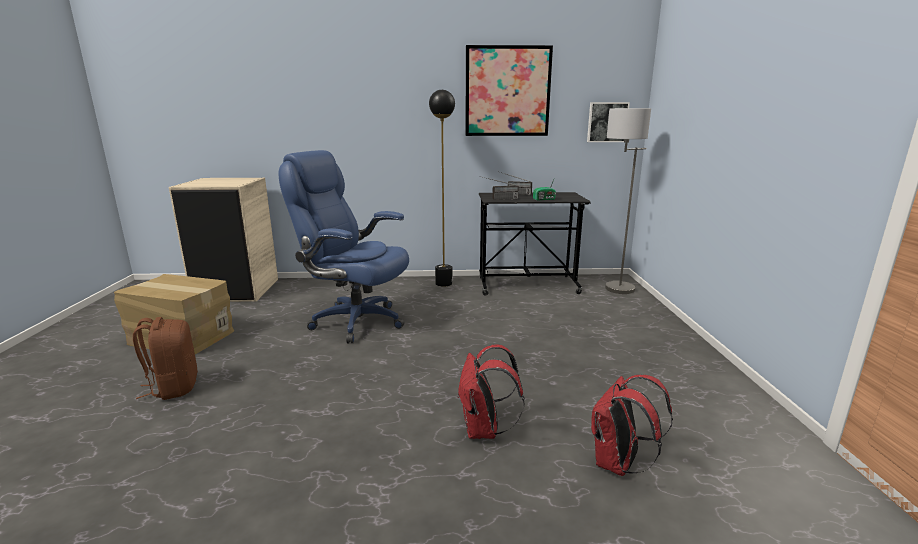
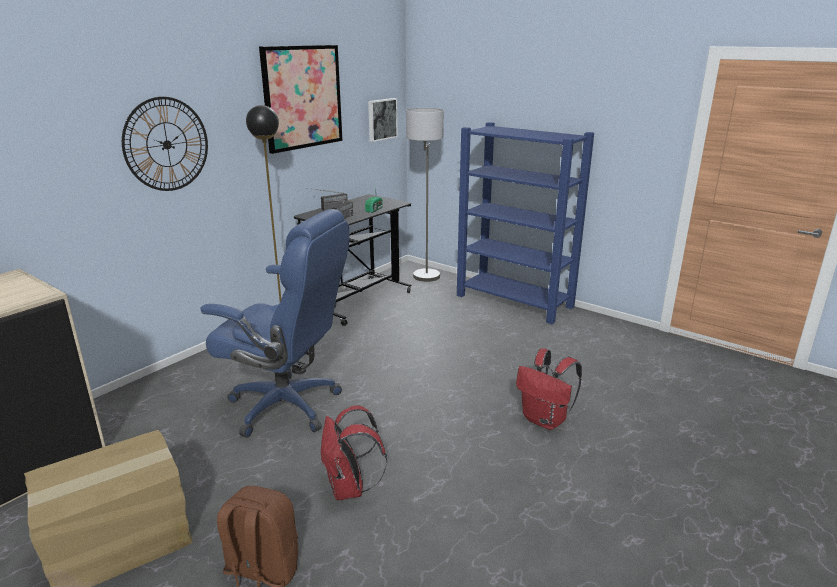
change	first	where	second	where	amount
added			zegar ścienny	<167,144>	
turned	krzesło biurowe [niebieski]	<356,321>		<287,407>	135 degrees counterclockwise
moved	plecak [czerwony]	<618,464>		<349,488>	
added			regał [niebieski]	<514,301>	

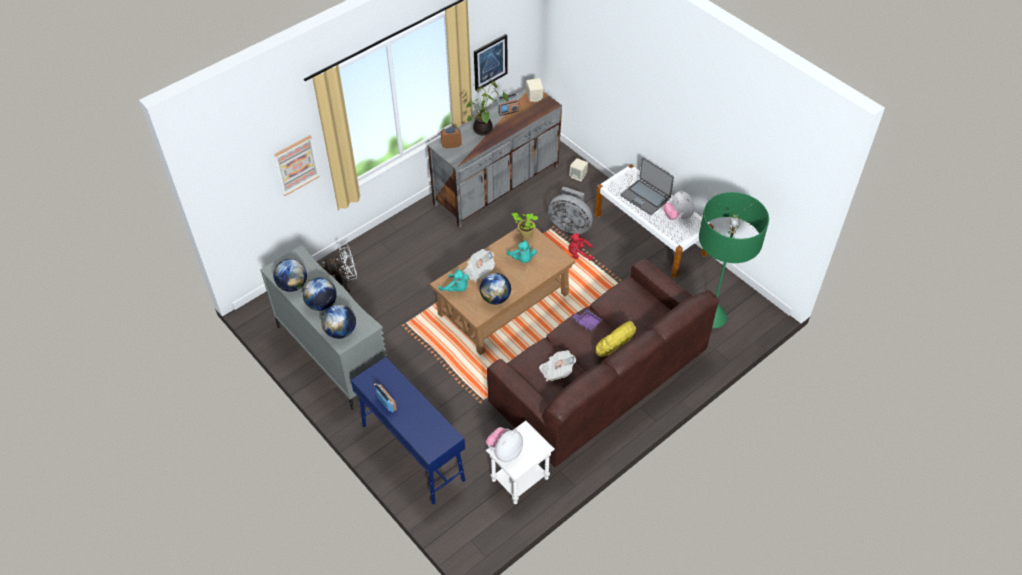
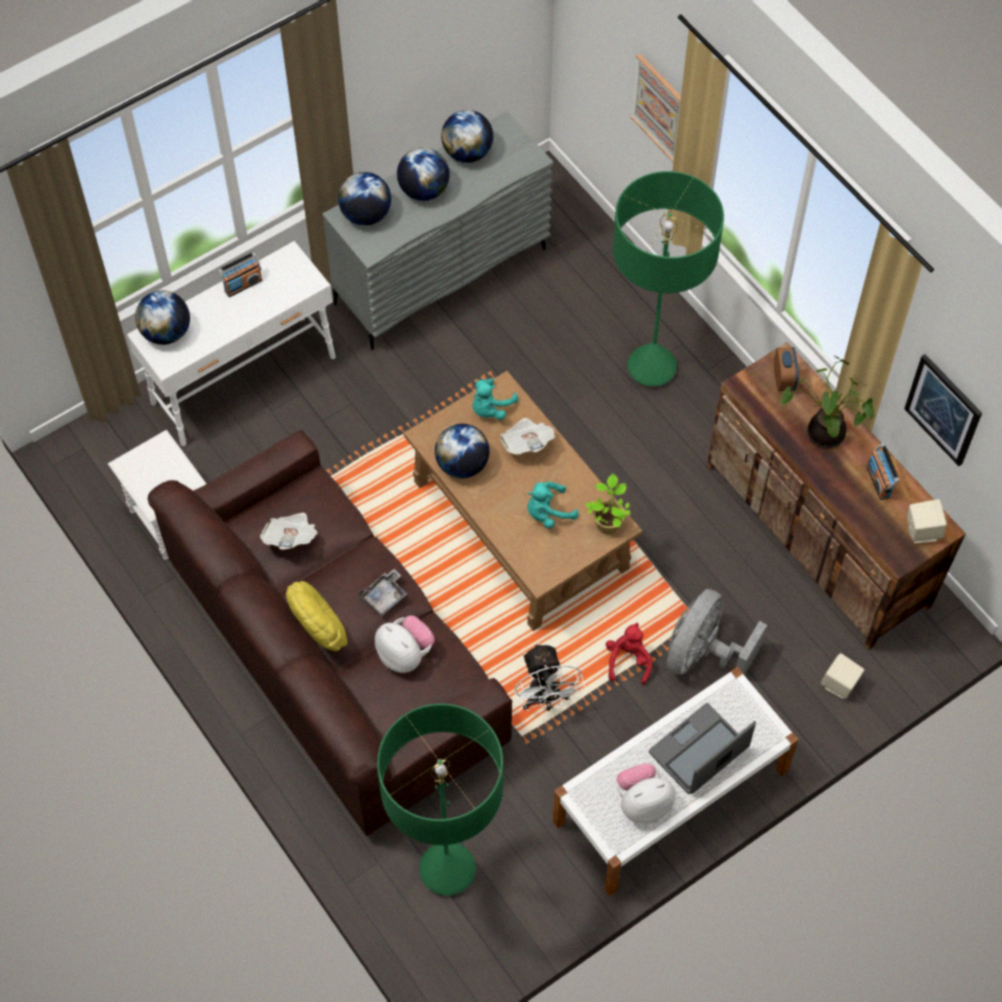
change	first	where	second	where	amount
recoloured	stolik konsolowy [niebieski]	<413,452>	stolik konsolowy [biały]	<244,381>	
added			globus	<166,332>	
recoloured	taca [fioletowy]	<587,322>	taca [szary]	<385,596>	
moved	pluszak	<505,452>		<405,654>	
moved	wentylator [biały]	<344,283>		<545,699>	
added			lampa stojąca [zielony]	<651,369>	
recoloured	szafka [szary]	<498,185>	szafka [brązowy]	<816,538>	

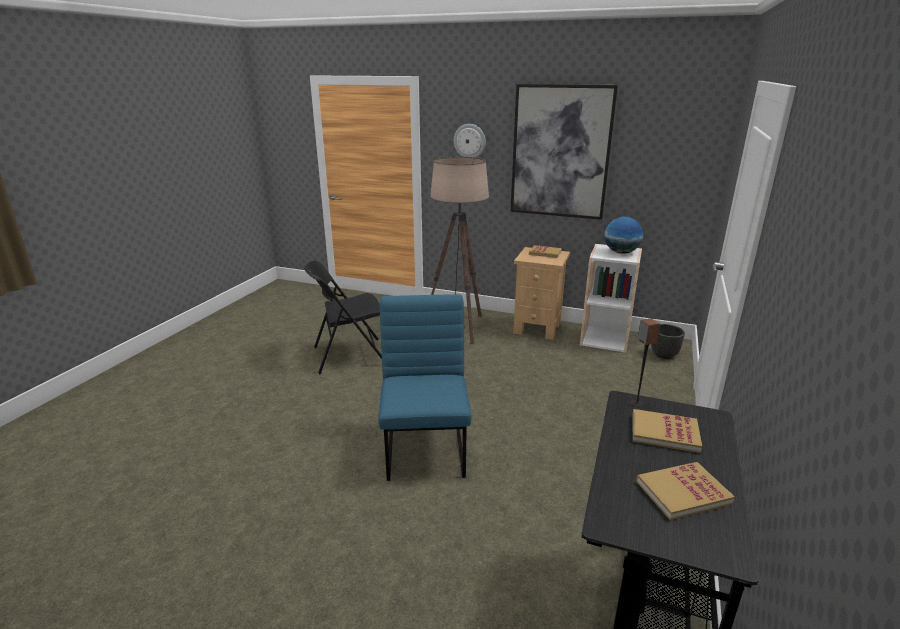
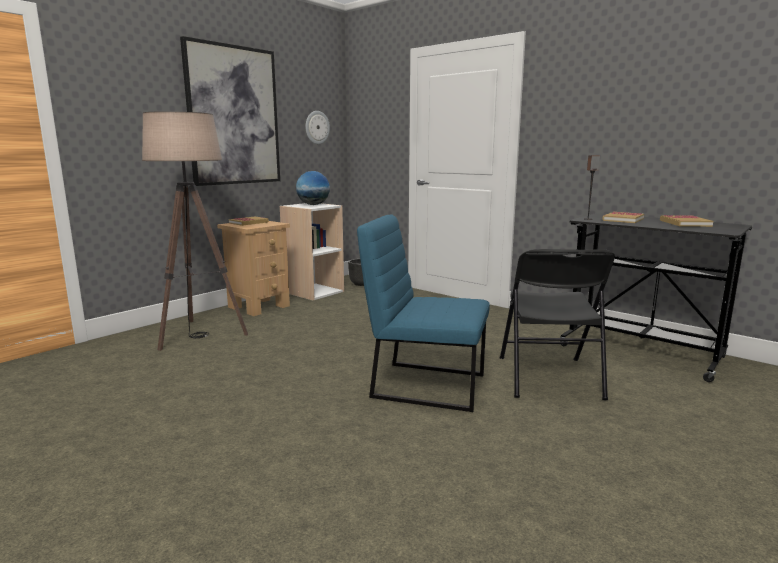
change	first	where	second	where	amount
moved	zegar ścienny	<469,141>		<317,127>	
moved	krzesło [czarny]	<350,355>		<548,377>	

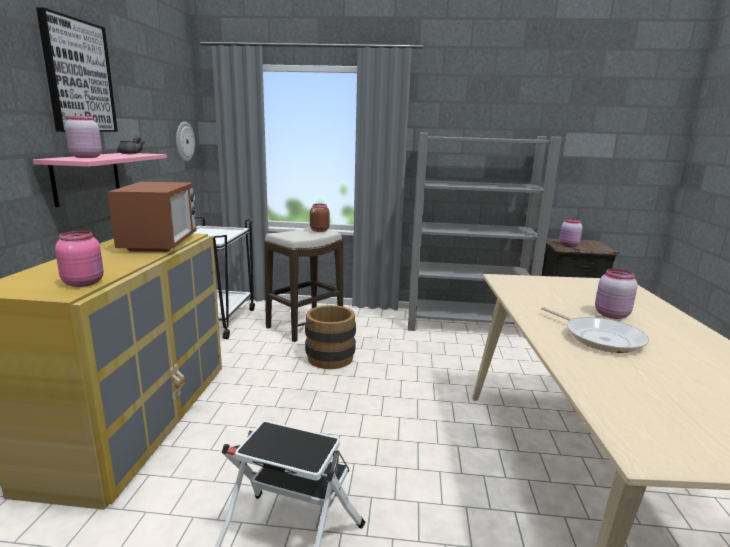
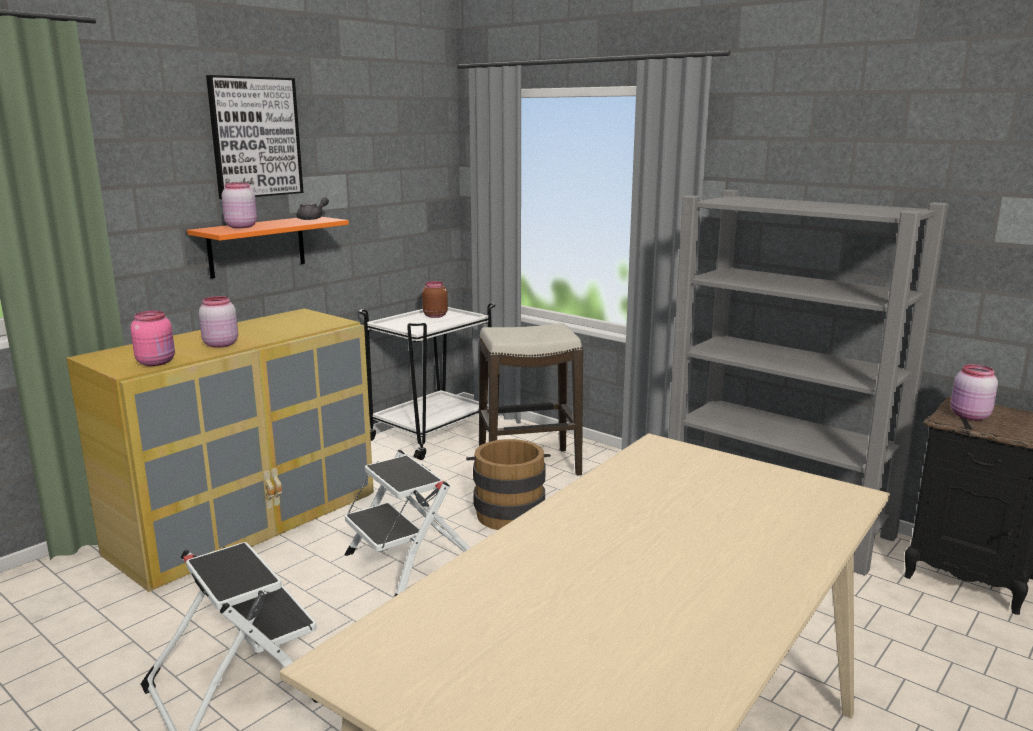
change	first	where	second	where	amount
recoloured	półka [różowy]	<87,178>	półka [pomarańczowy]	<257,246>	
moved	słoik [różowy]	<610,315>		<220,344>	
added			drabinka	<414,563>	
moved	słoik [brązowy]	<319,230>		<434,315>	
removed	mikrofalówka	<160,244>			
removed	zegar ścienny	<184,141>			
removed	patelnia	<600,338>			

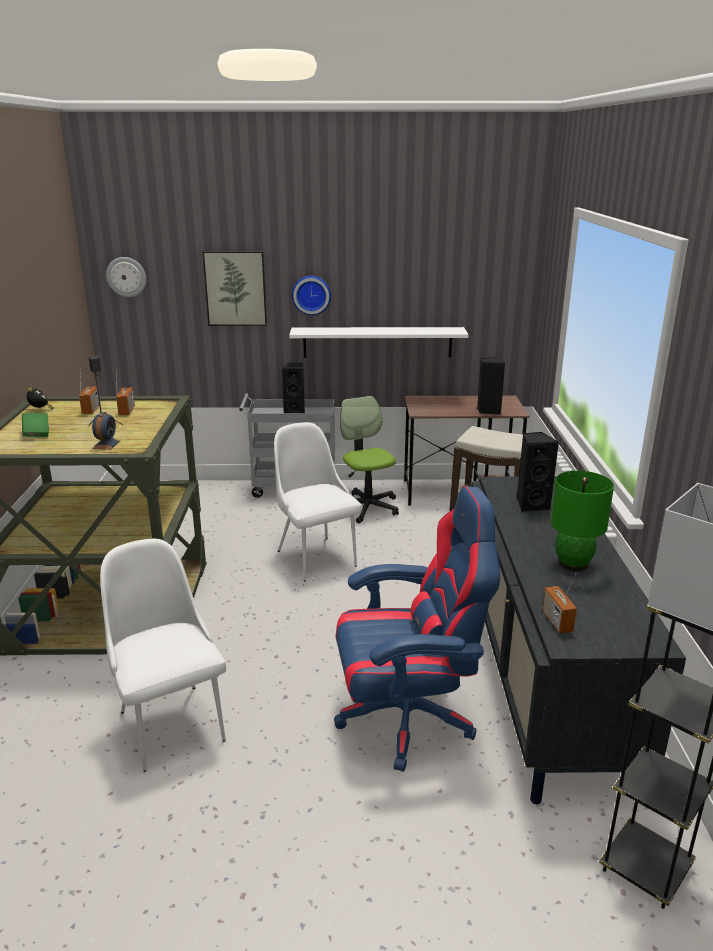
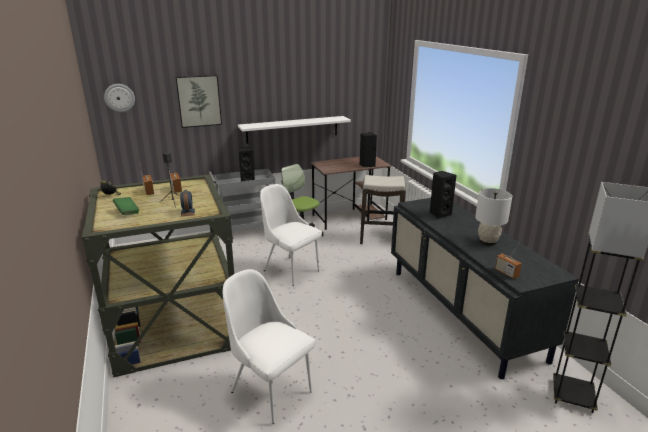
change	first	where	second	where	amount
recoloured	lampa stołowa [zielony]	<573,564>	lampa stołowa [biały]	<488,242>	
removed	zegar ścienny	<311,295>			
removed	krzesło biurowe [niebieski]	<406,718>			

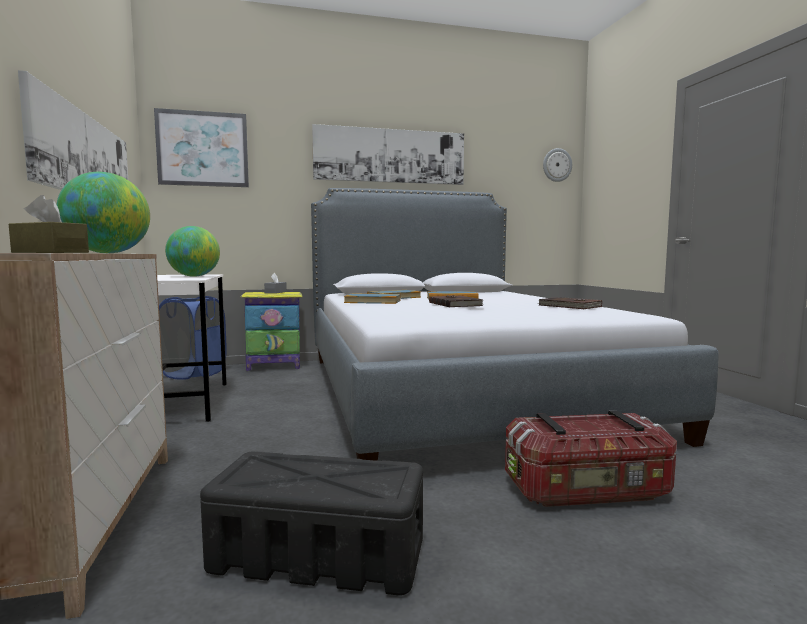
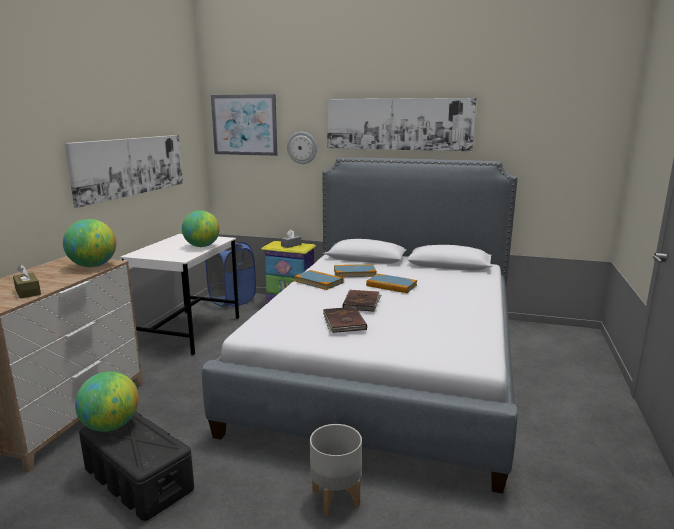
change	first	where	second	where	amount
added			globus	<111,426>	
moved	zegar ścienny	<557,165>		<302,147>	
replaced	pojemnik do przechowywania	<588,491>	donica [szary]	<336,498>	
moved	książka [brązowy]	<569,306>		<343,322>	

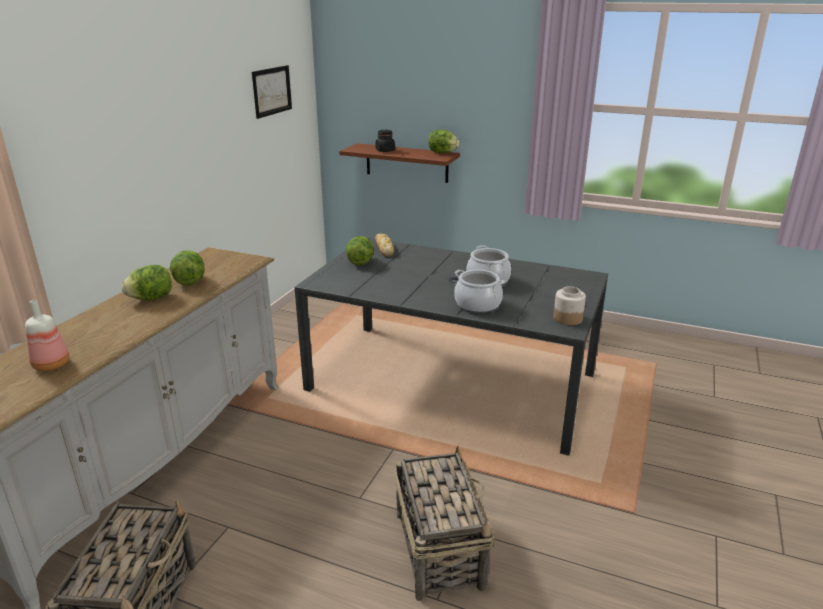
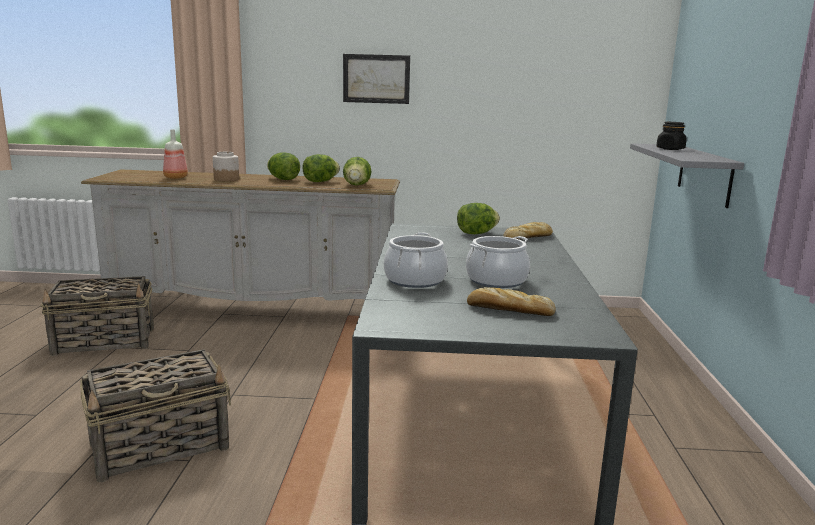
change	first	where	second	where	amount
moved	słoik	<567,318>		<226,179>	
moved	obraz	<272,91>		<376,79>	
moved	sałata	<442,153>		<357,185>	
added			chleb	<508,310>	
recoloured	półka [brązowy]	<406,163>	półka [szary]	<704,174>	

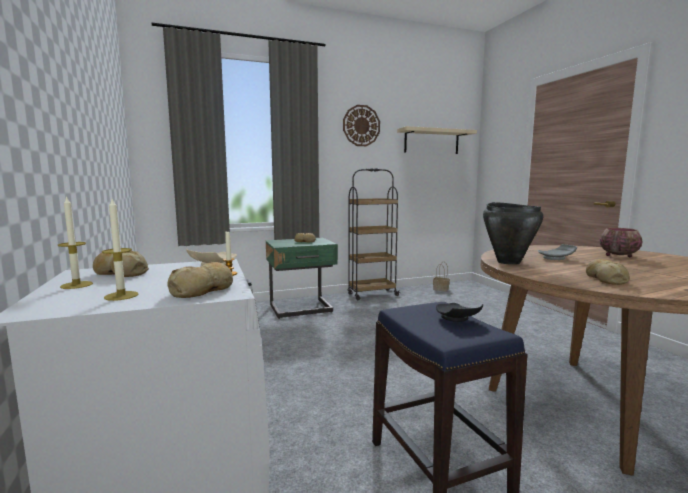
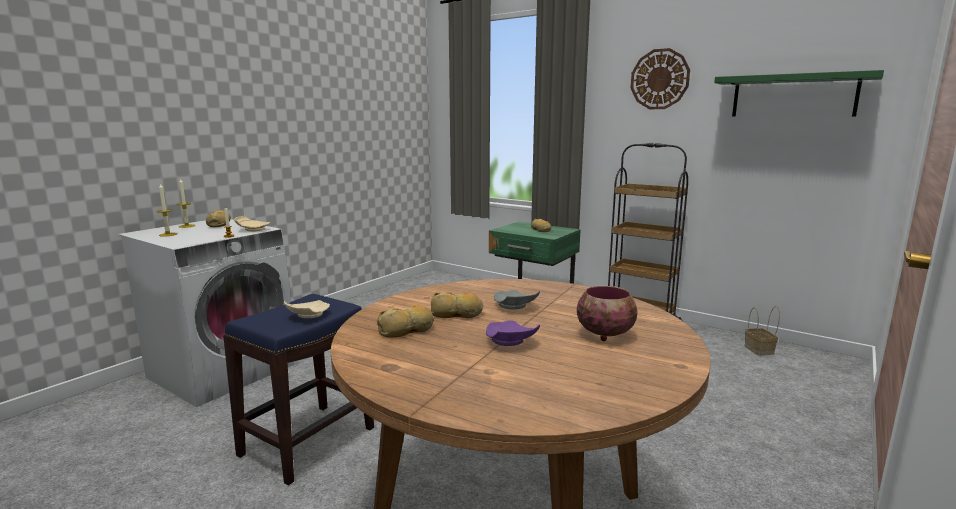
change	first	where	second	where	amount
recoloured	talerz [czarny]	<456,319>	talerz [beżowy]	<307,315>	
moved	chleb	<204,290>		<457,314>	
added			talerz [fioletowy]	<509,342>	
recoloured	półka [beżowy]	<431,141>	półka [zielony]	<793,96>	
removed	garnek [czarny]	<508,262>			

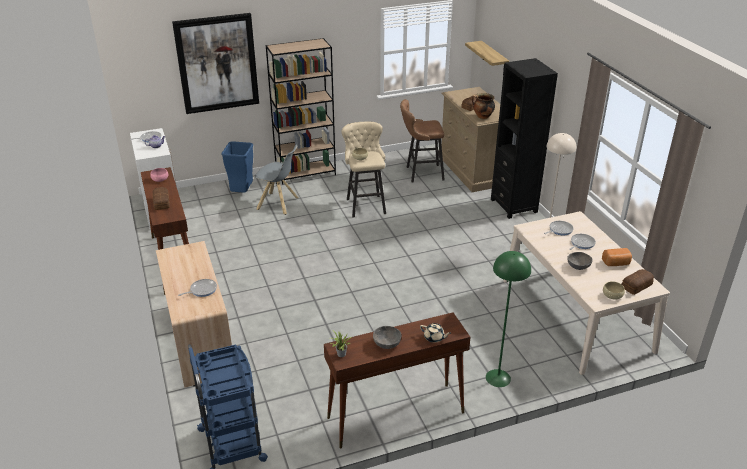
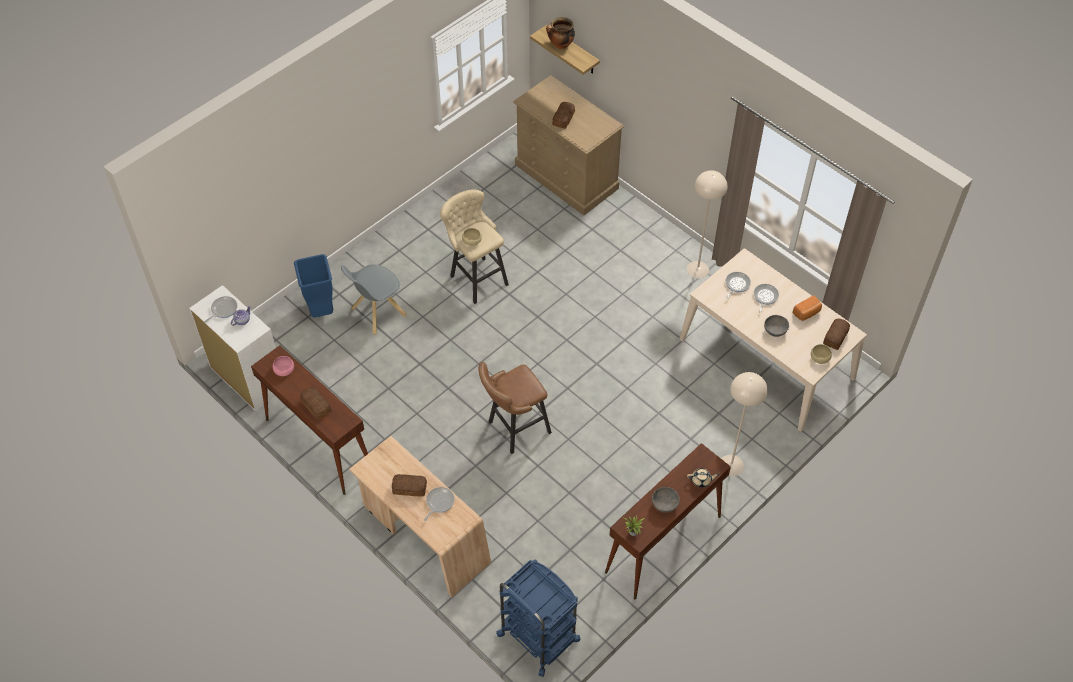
change	first	where	second	where	amount
turned	krzesło [szary]	<279,204>		<377,312>	150 degrees clockwise
added			chleb	<410,488>	
moved	stołek [brązowy]	<419,173>		<513,430>	
moved	garnek	<482,117>		<560,45>	
recoloured	lampa stojąca [zielony]	<498,378>	lampa stojąca [beżowy]	<731,465>	
removed	obraz	<217,63>			
removed	regał [beżowy]	<306,173>			
removed	regał [czarny]	<514,205>			

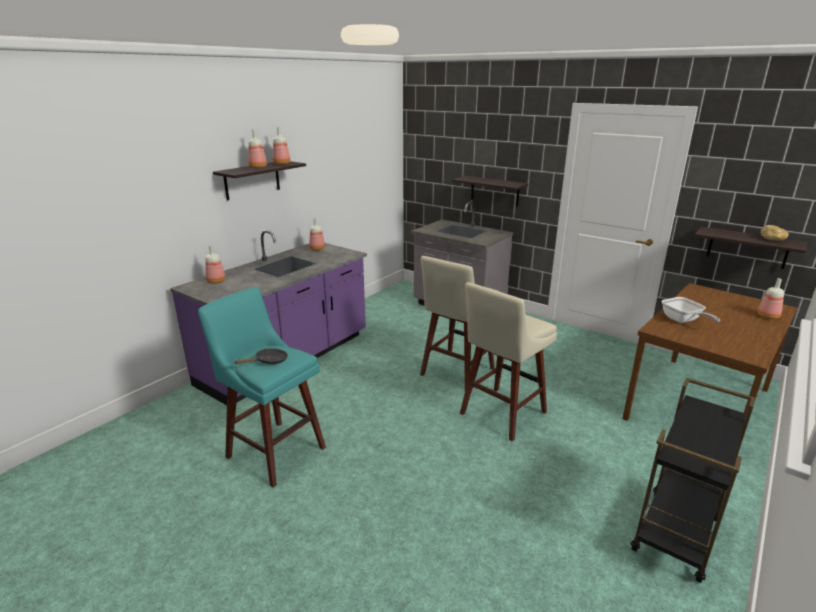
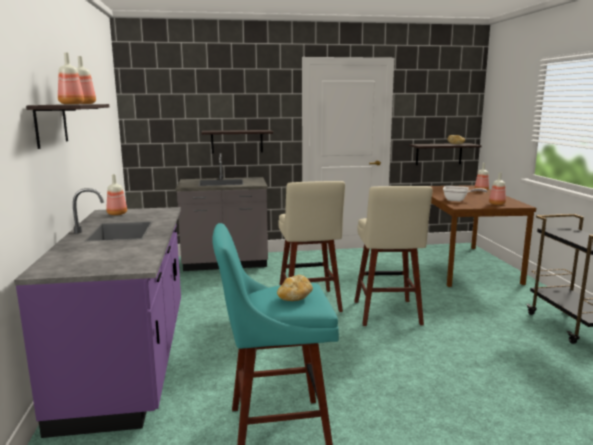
change	first	where	second	where	amount
replaced	patelnia [czarny]	<268,361>	chleb	<295,298>	
moved	butelka	<215,281>		<497,204>	

